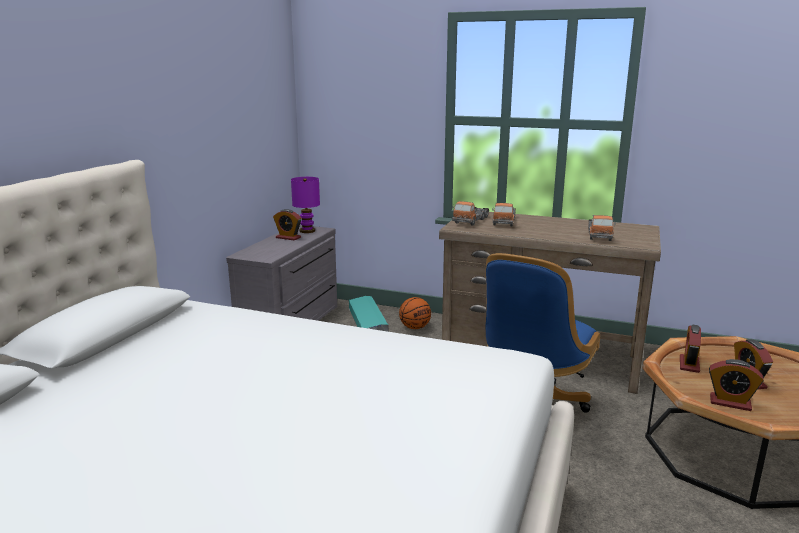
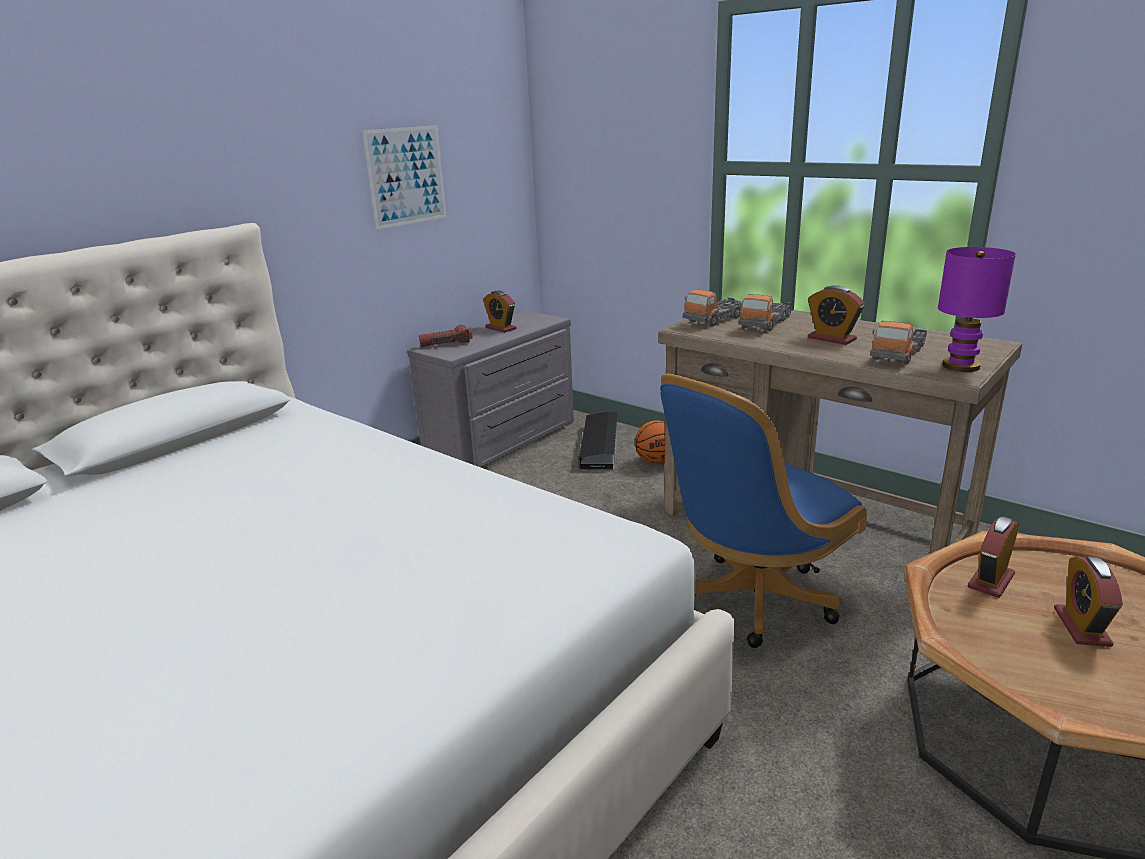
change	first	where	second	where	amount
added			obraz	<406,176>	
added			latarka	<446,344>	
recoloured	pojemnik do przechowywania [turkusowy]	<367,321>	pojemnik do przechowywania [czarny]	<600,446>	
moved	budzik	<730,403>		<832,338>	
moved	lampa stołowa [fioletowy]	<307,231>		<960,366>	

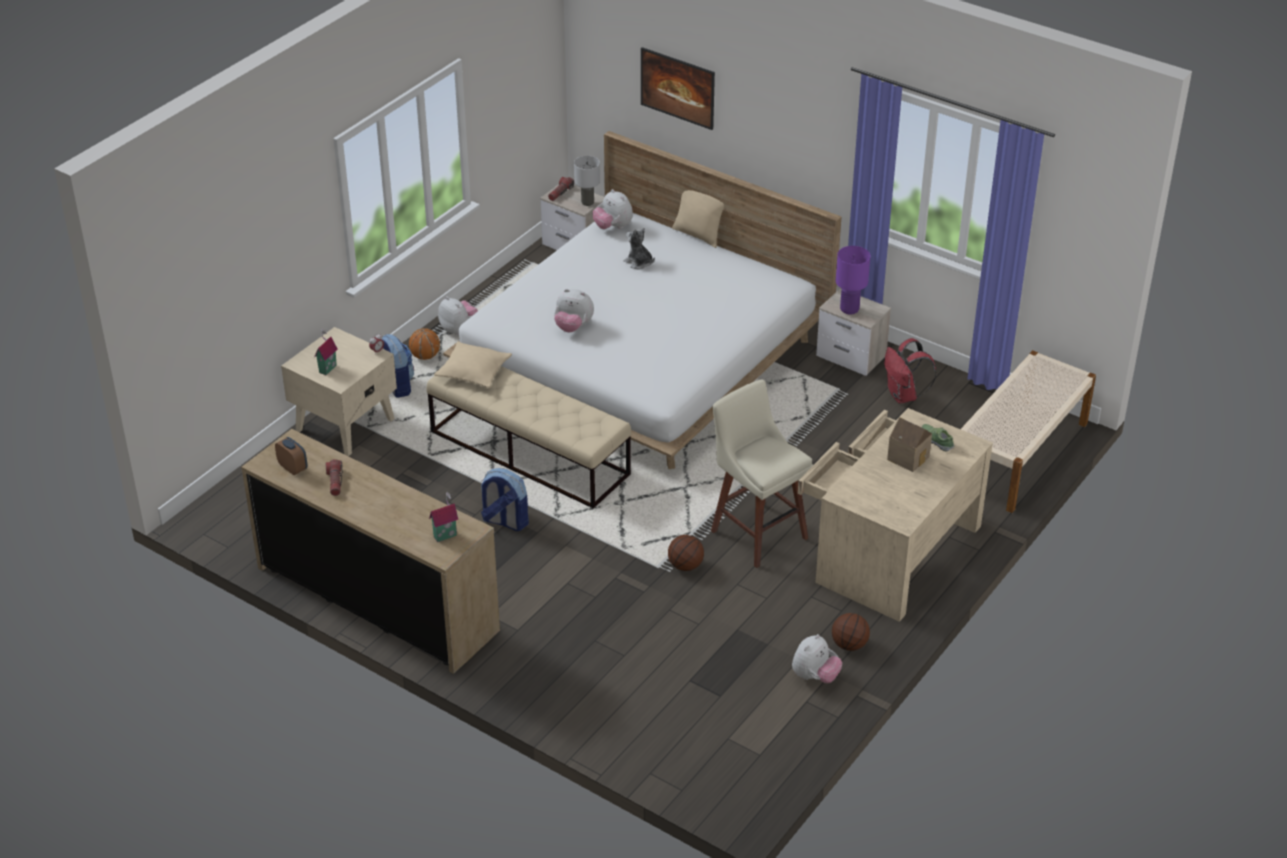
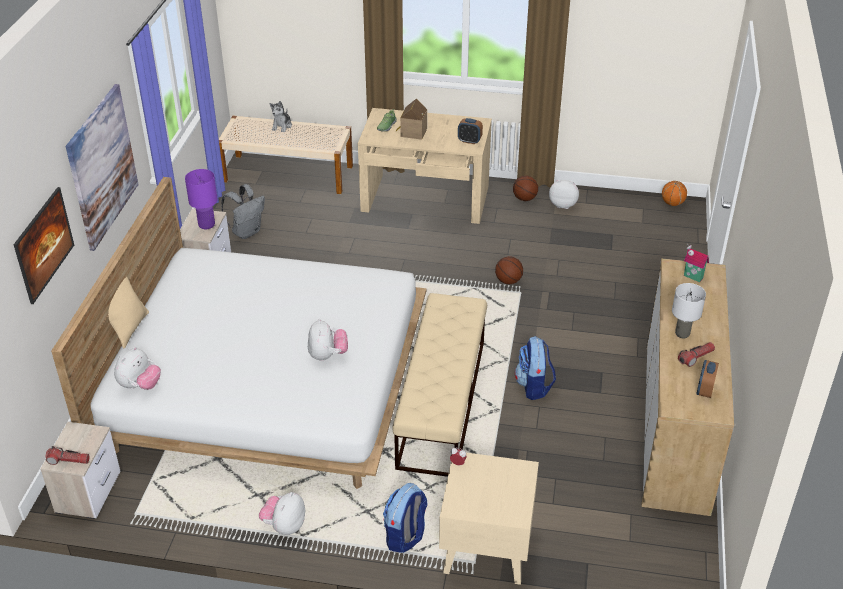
change	first	where	second	where	amount
added			obraz	<102,166>	
recoloured	plecak [czerwony]	<904,396>	plecak [szary]	<246,232>	
moved	pluszak	<639,263>		<282,126>	
added			budzik	<469,141>	
moved	piłka do koszykówki	<425,356>		<672,203>	
moved	lampa stołowa [biały]	<588,202>		<681,334>	
removed	domek	<326,368>			
removed	poduszka [beżowy]	<473,372>			
removed	stołek [beżowy]	<758,533>			

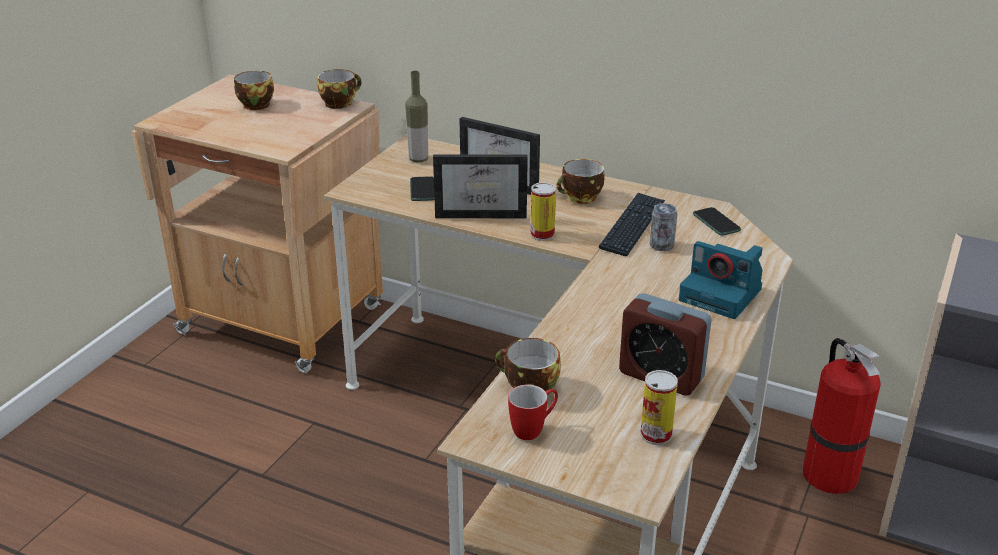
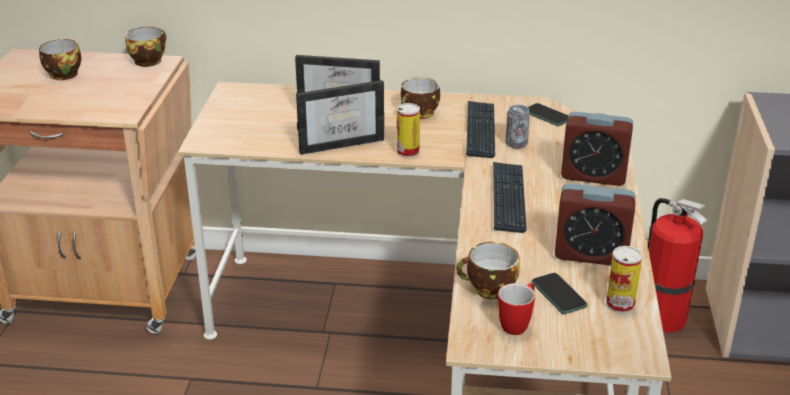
change	first	where	second	where	amount
added			klawiatura	<508,198>	
moved	telefon	<422,190>		<558,294>	
replaced	aparat fotograficzny	<722,295>	budzik	<593,176>	
removed	butelka	<418,159>			

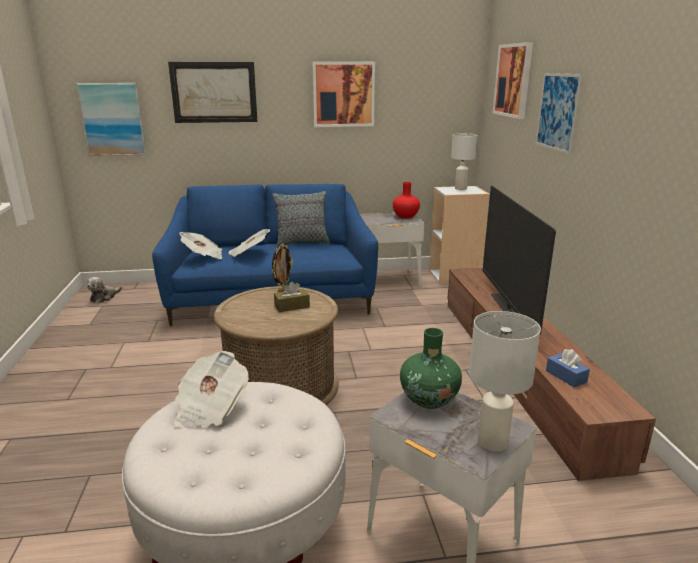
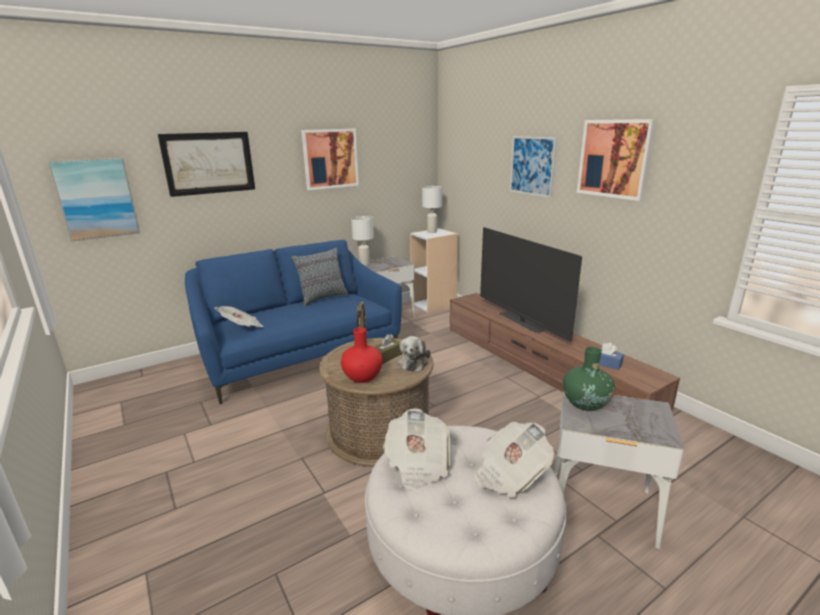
change	first	where	second	where	amount
moved	wazon [czerwony]	<405,216>		<362,377>	
moved	lampa stołowa [biały]	<491,442>		<364,264>	
moved	pluszak	<104,297>		<413,362>	
moved	gazeta	<249,253>		<510,474>	
moved	obraz	<513,80>		<614,158>	

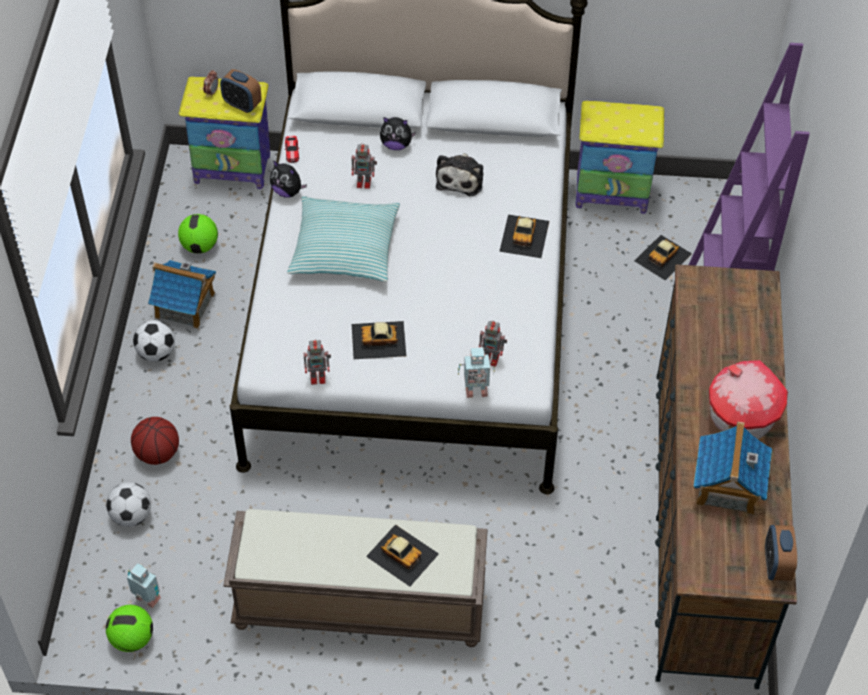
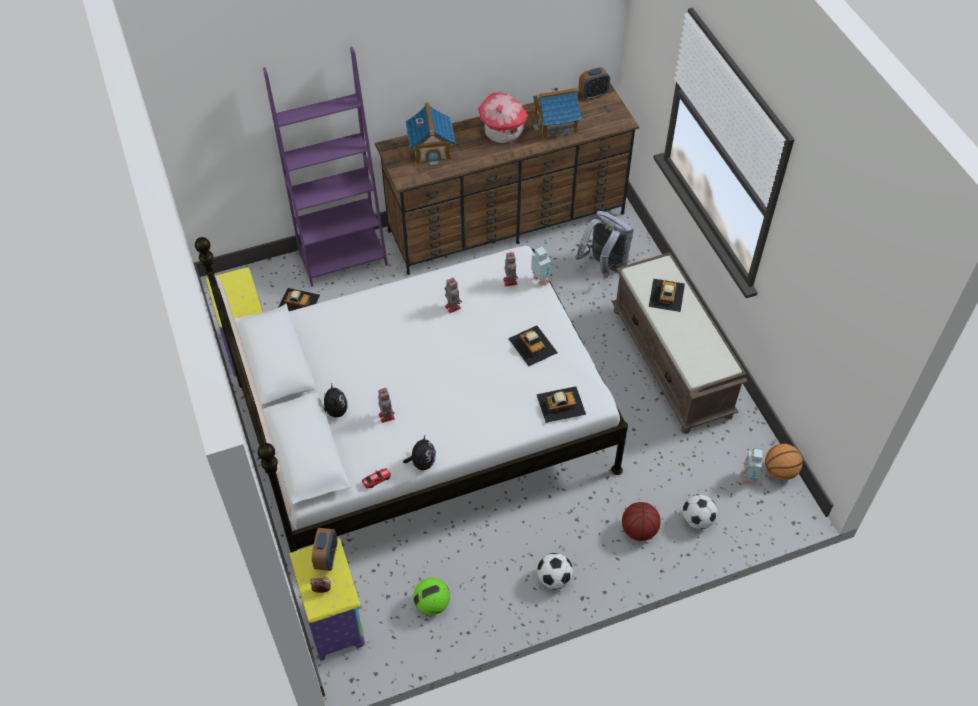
change	first	where	second	where	amount
moved	domek	<185,305>		<431,149>	
moved	robot zabawkowy	<319,377>		<452,306>	
moved	samochodzik	<524,236>		<560,404>	
added			plecak [szary]	<604,266>	
replaced	piłka futbolowa	<132,639>	piłka do koszykówki	<780,471>	
removed	poduszka	<344,248>			
removed	pluszak	<461,178>			

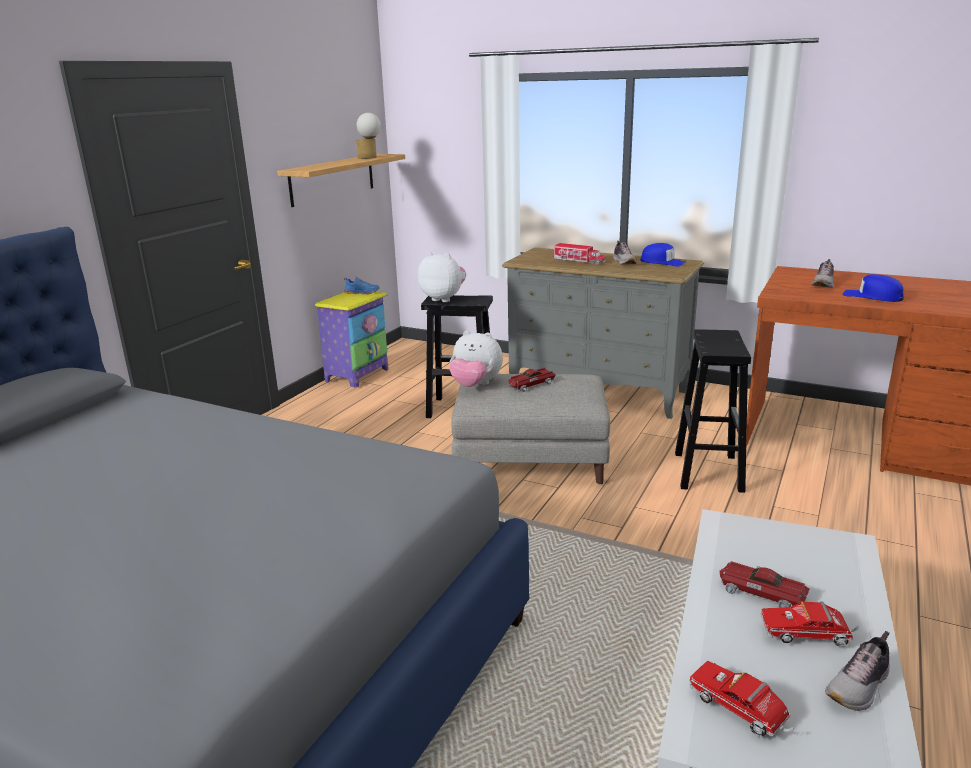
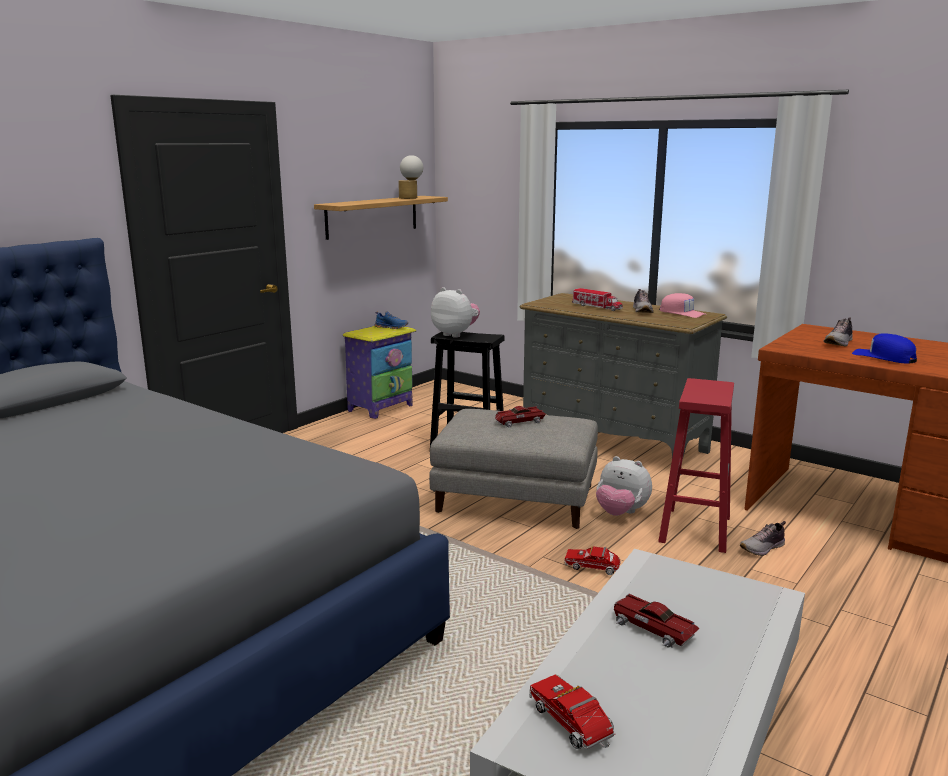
change	first	where	second	where	amount
moved	ciężarówka zabawkowa	<808,634>		<595,568>	
moved	pluszak	<475,385>		<621,513>	
recoloured	stołek [czarny]	<707,471>	stołek [czerwony]	<694,528>	
recoloured	czapka z daszkiem [niebieski]	<662,262>	czapka z daszkiem [różowy]	<682,313>	
moved	but	<859,686>		<763,548>	

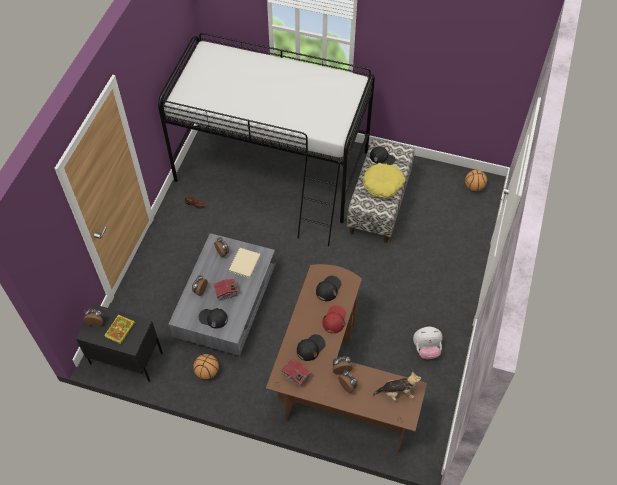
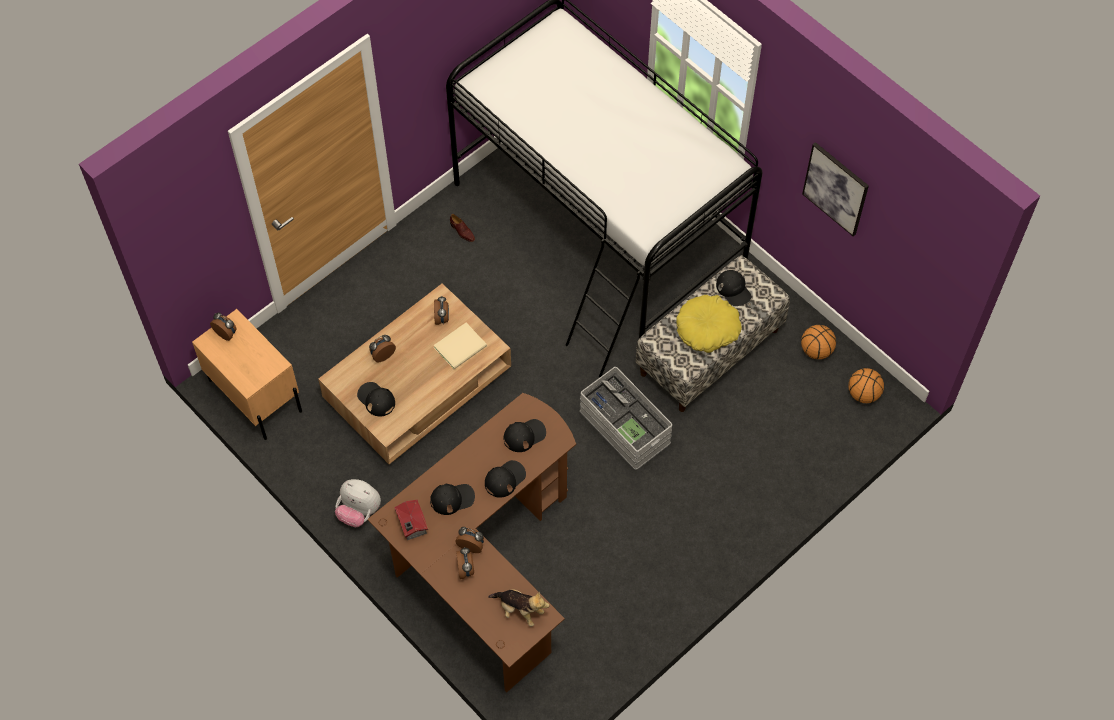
change	first	where	second	where	amount
recoloured	szafka nocna [czarny]	<126,358>	szafka nocna [beżowy]	<255,395>	
recoloured	ława [szary]	<226,302>	ława [brązowy]	<418,386>	
moved	pluszak	<426,349>		<359,511>	
recoloured	czapka z daszkiem [czerwony]	<334,319>	czapka z daszkiem [czarny]	<505,479>	
added			pojemnik do przechowywania [szary]	<624,427>	
moved	piłka do koszykówki	<207,372>		<815,350>	
added			obraz	<836,188>	
removed	książka	<120,331>			
removed	domek	<227,293>			

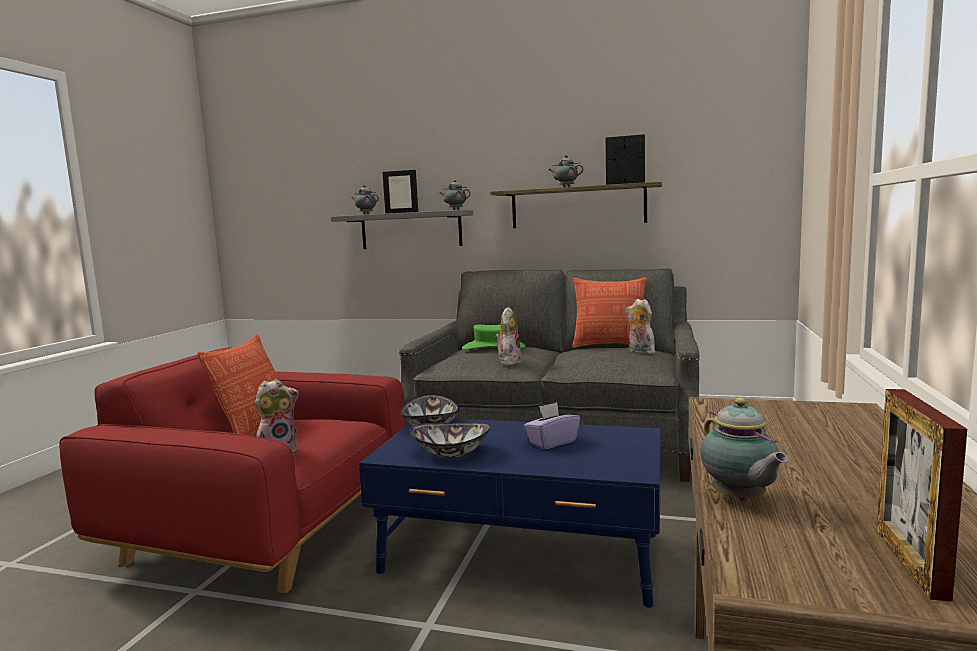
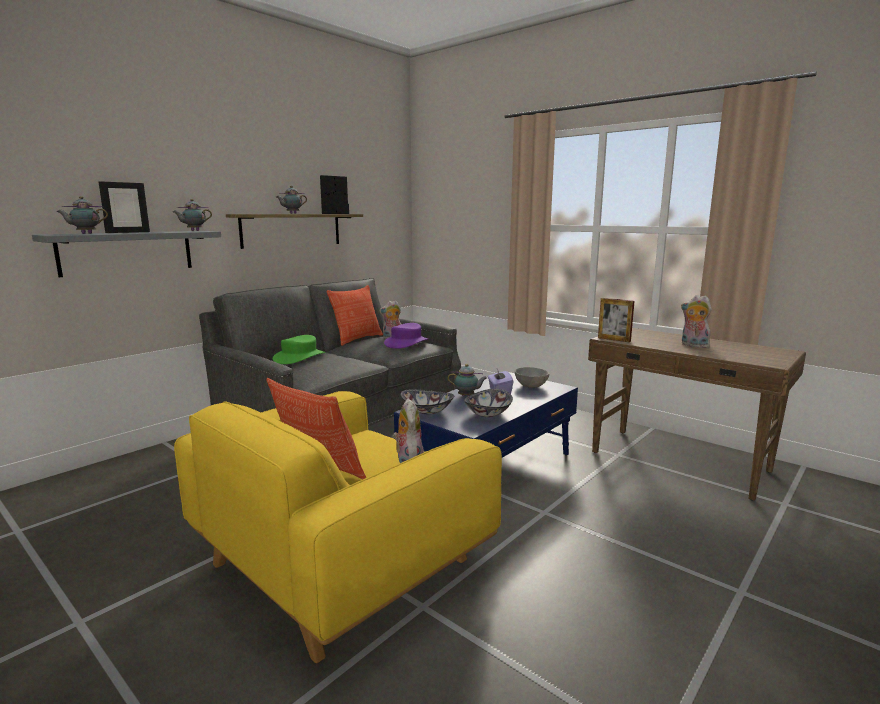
change	first	where	second	where	amount
recoloured	fotel [czerwony]	<265,530>	fotel [żółty]	<342,561>	
added			kapelusz [fioletowy]	<406,343>	
moved	imbryk	<740,499>		<467,396>	
added			miska [szary]	<531,386>	
moved	ramka na zdjęcie	<910,562>		<614,339>	
moved	pluszak	<509,362>		<693,345>	

